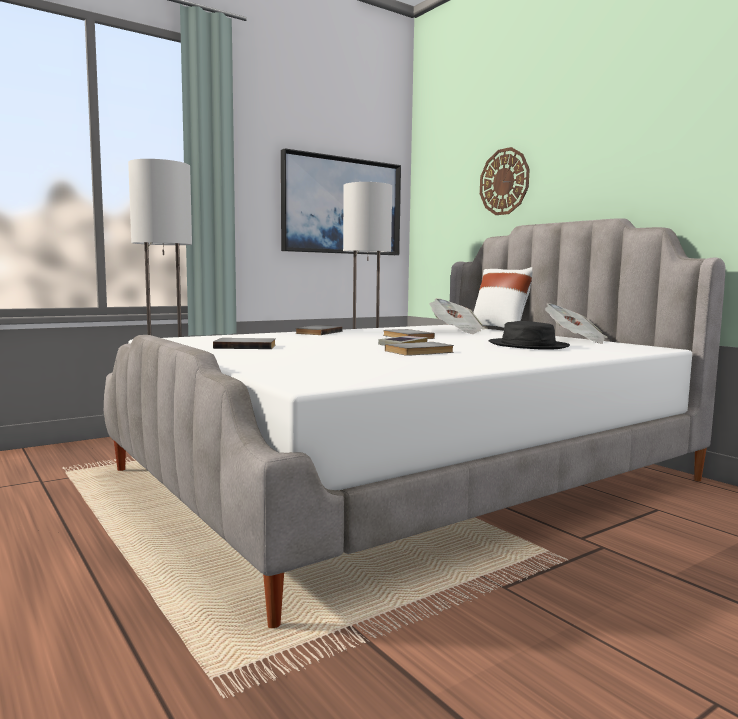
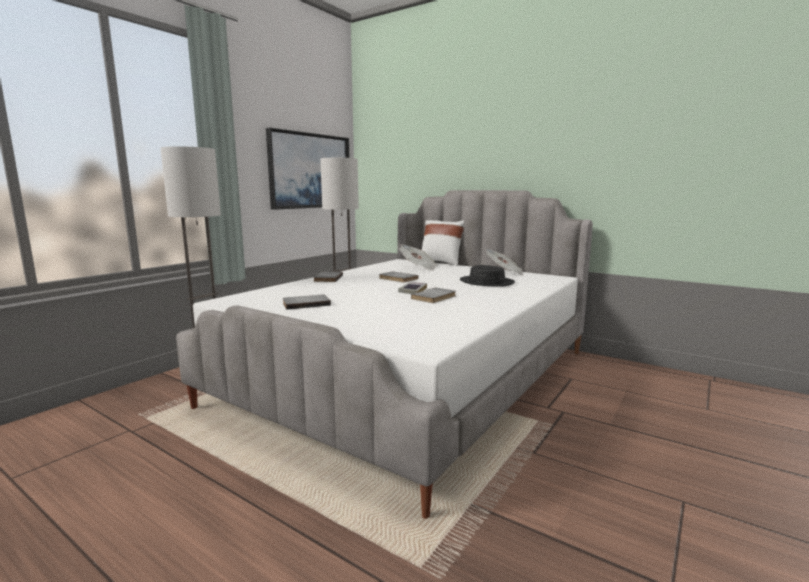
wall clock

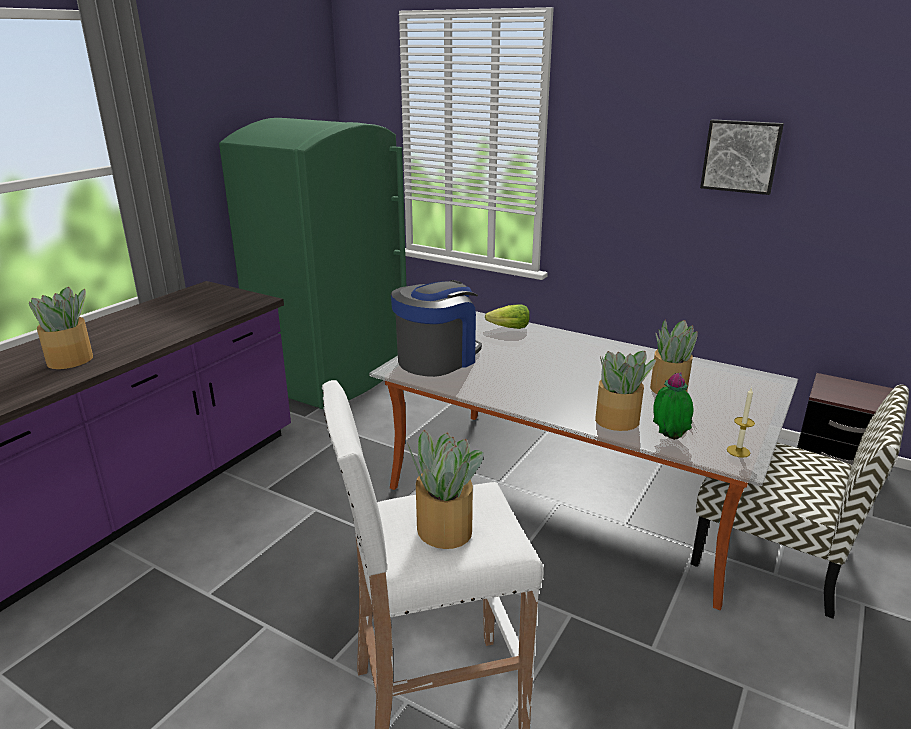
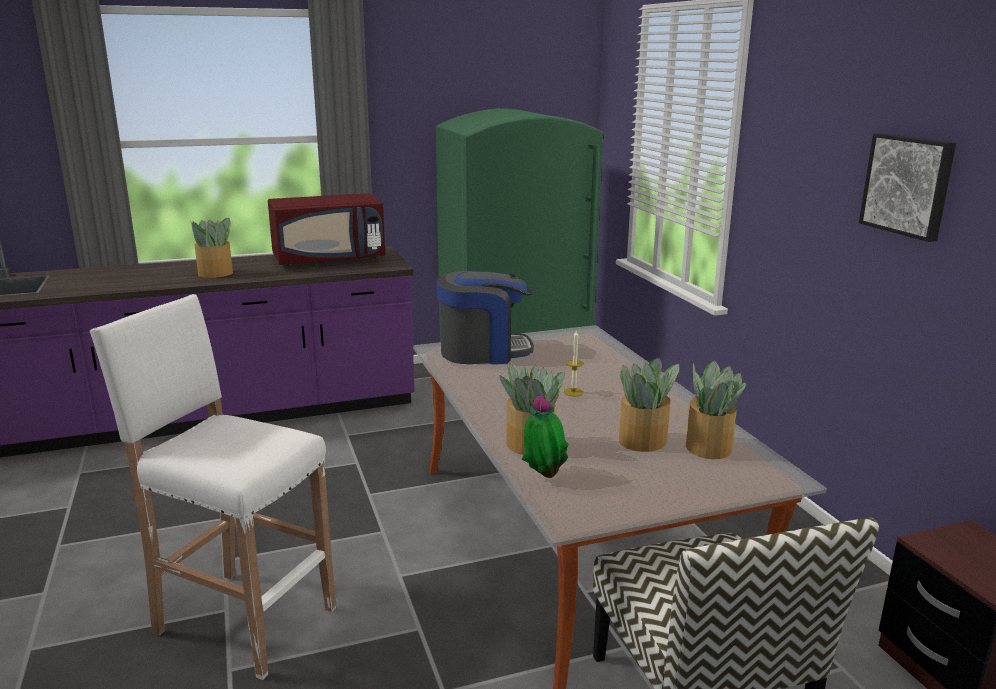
microwave/red; candle; potted plant (no. 5 from left); lettuce

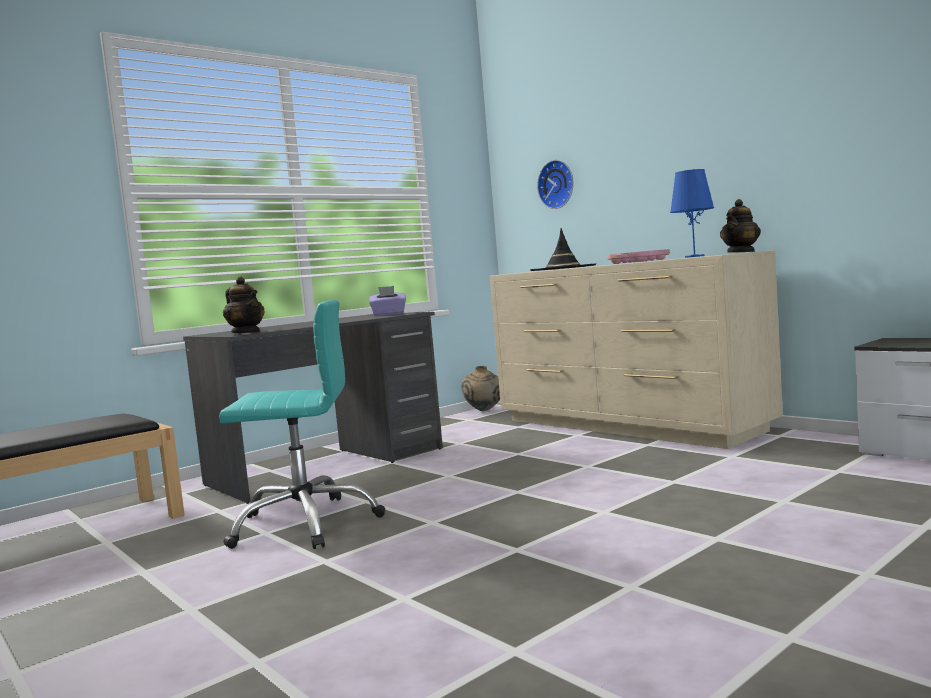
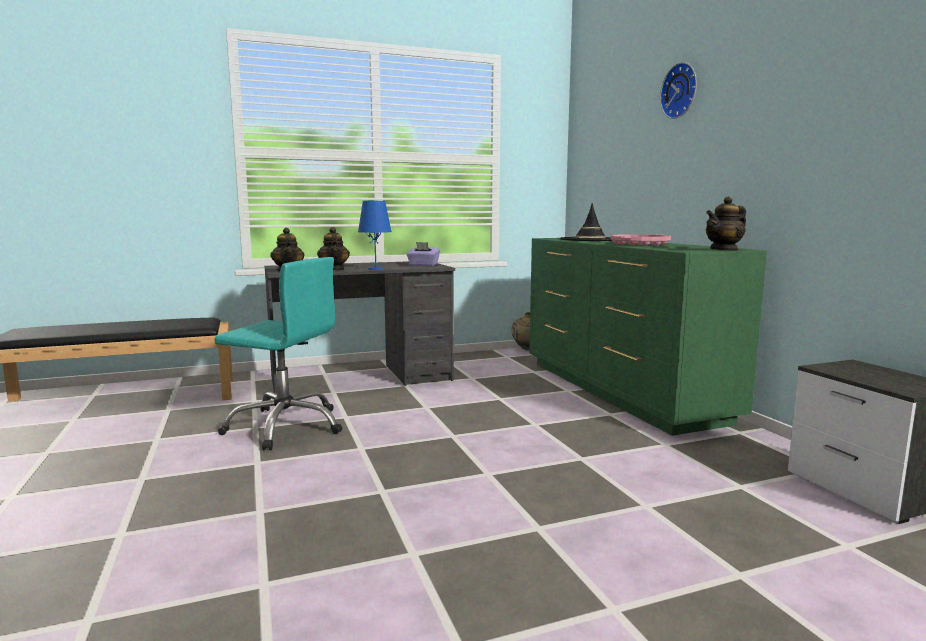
teapot (no. 2 from left); table lamp/blue; dresser/green; wall clock

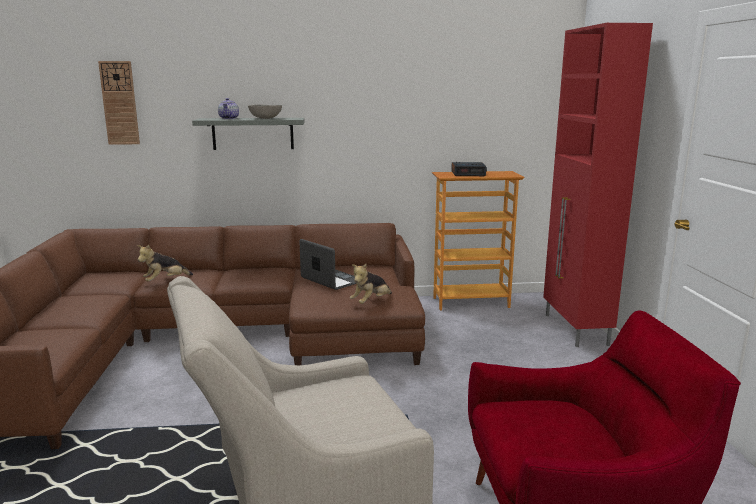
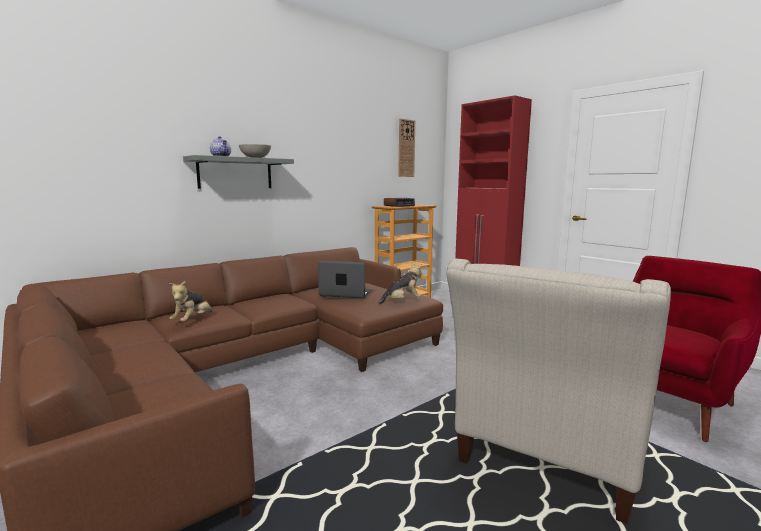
plush toy (no. 2 from left); wall clock

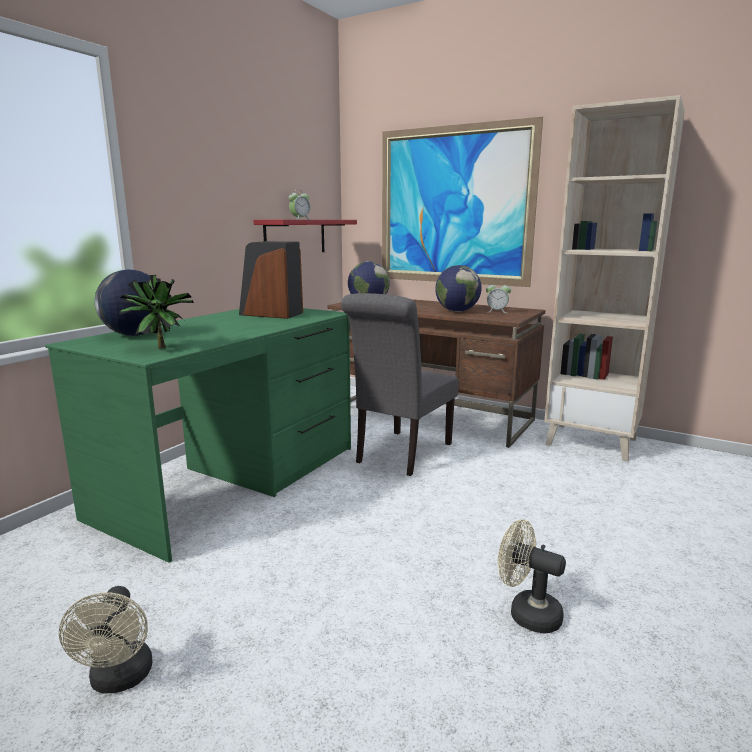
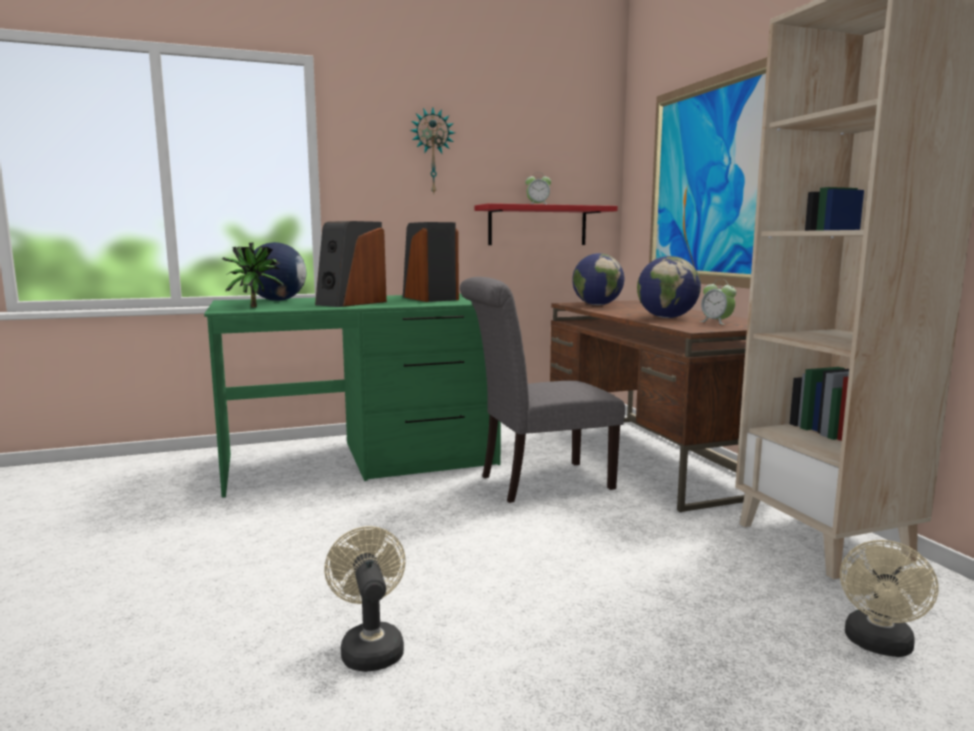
speaker (no. 1 from left); wall clock; fan/beige (no. 2 from left)

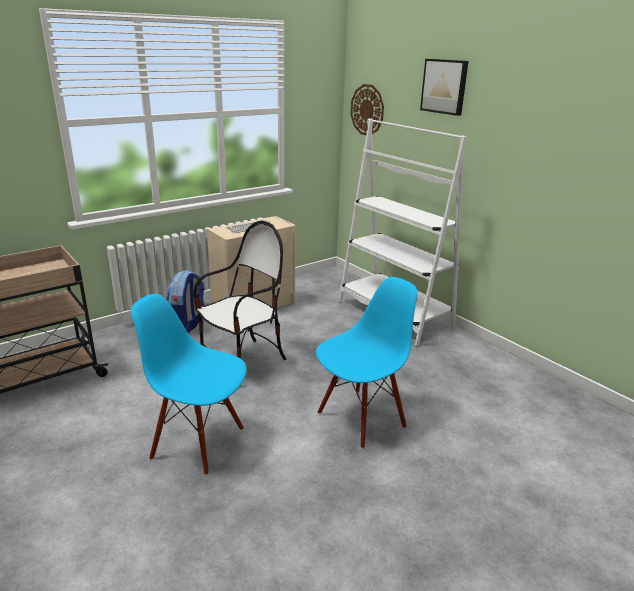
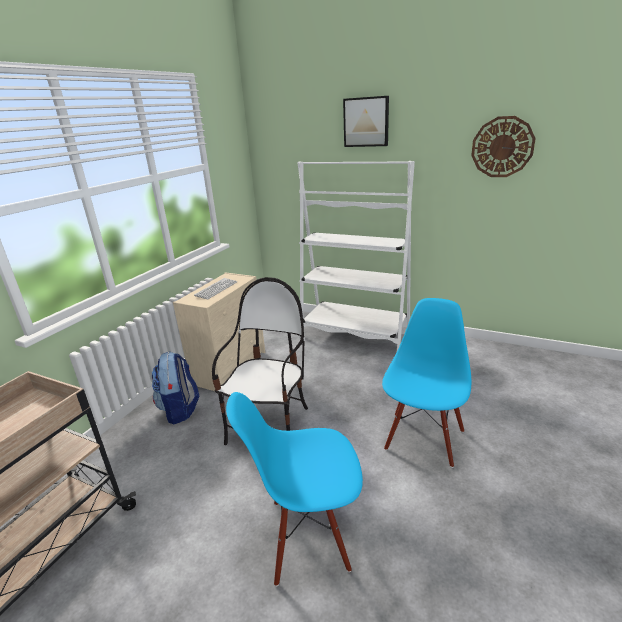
wall clock

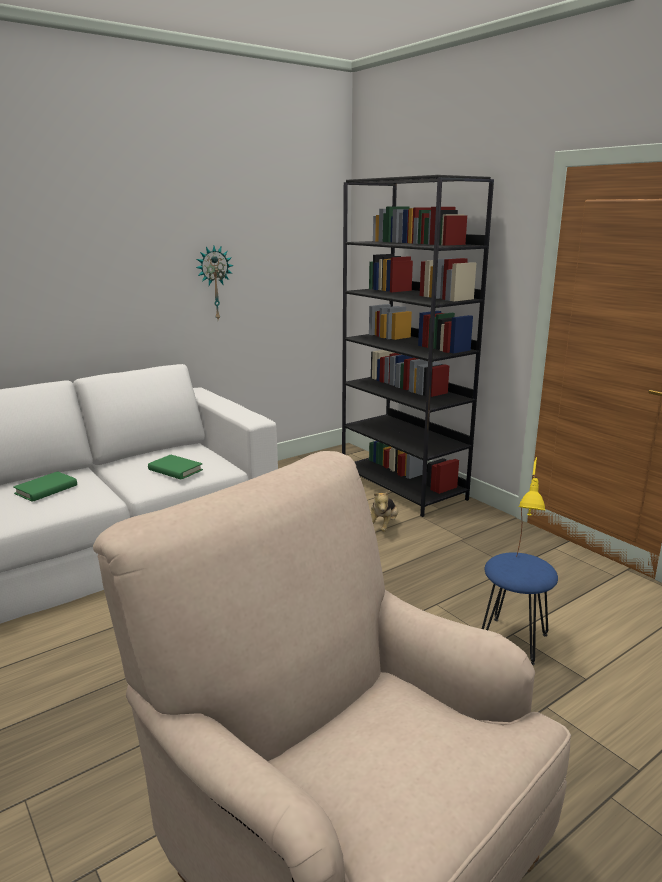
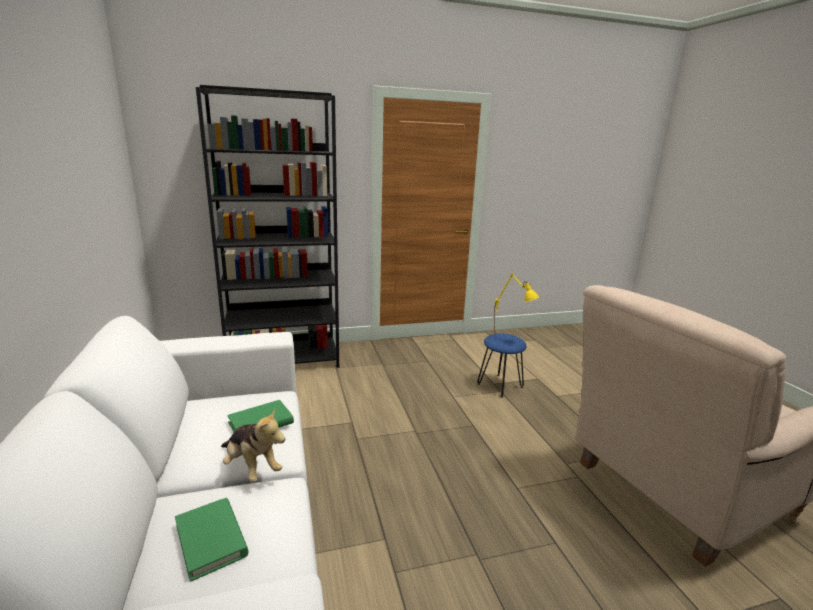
plush toy; wall clock

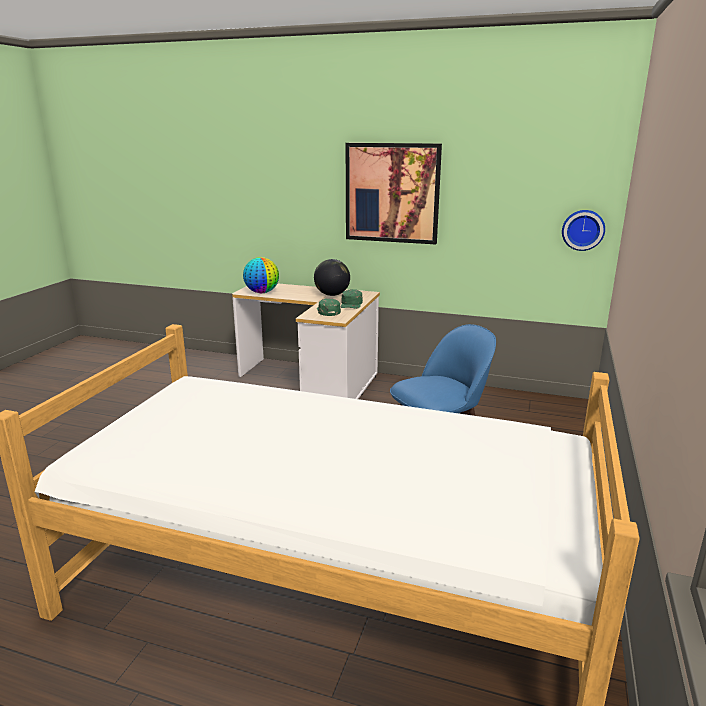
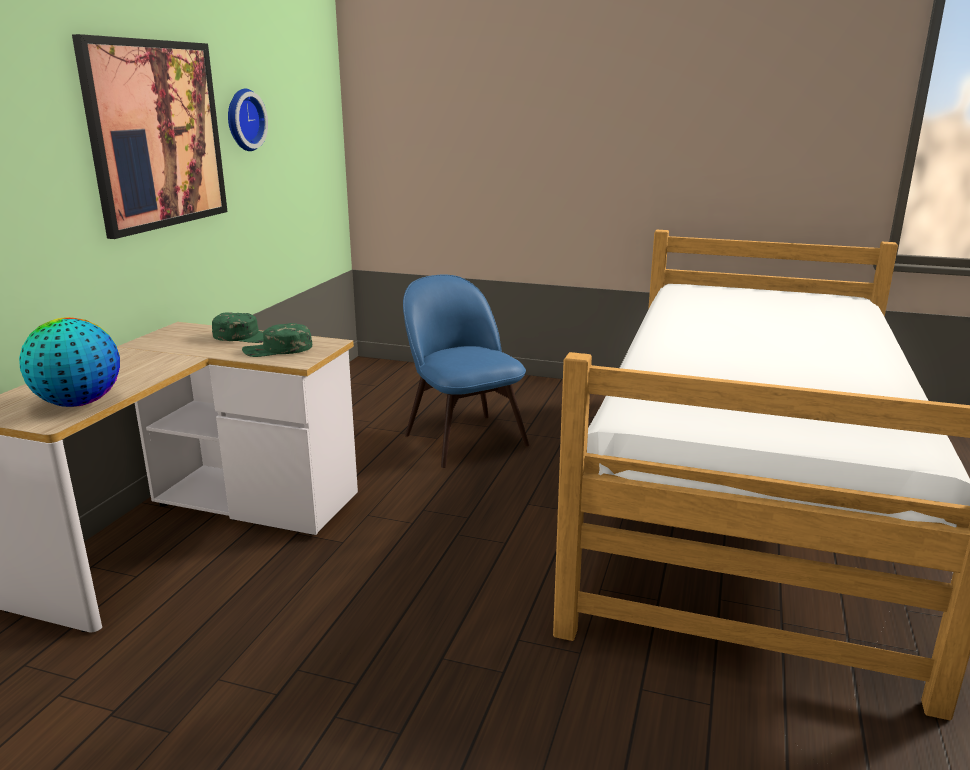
wall clock; globe (no. 2 from left in the first image)

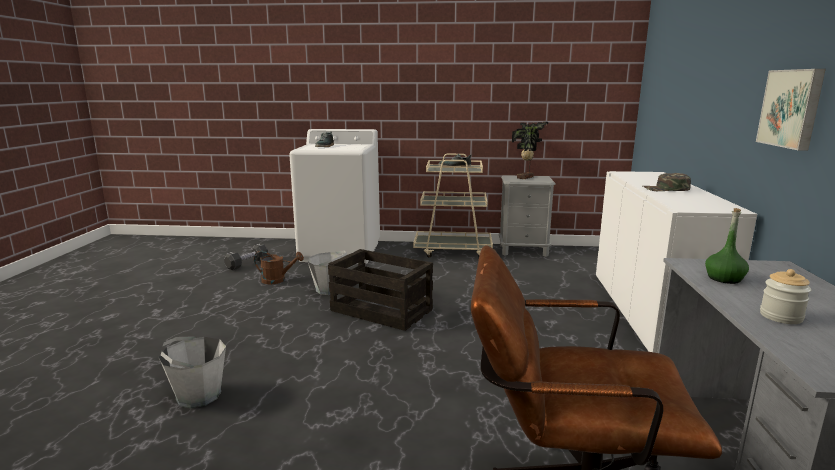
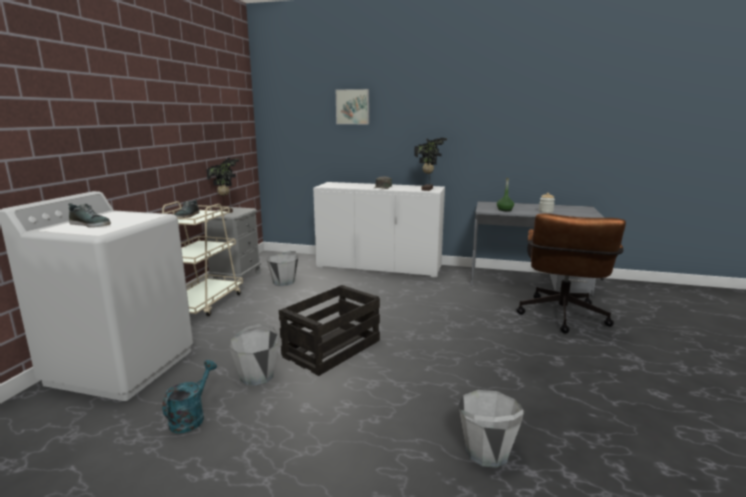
watering can/turquoise; bucket/grey (no. 2 from left); picture; potted plant (no. 2 from left); dumbbell/black

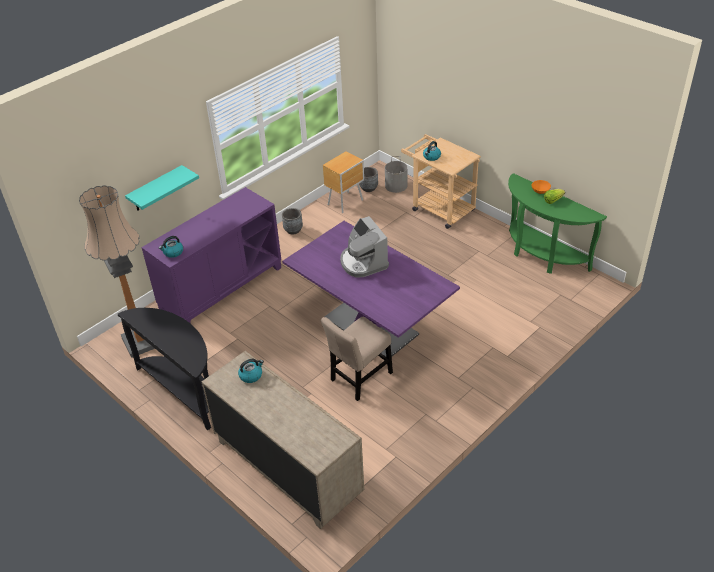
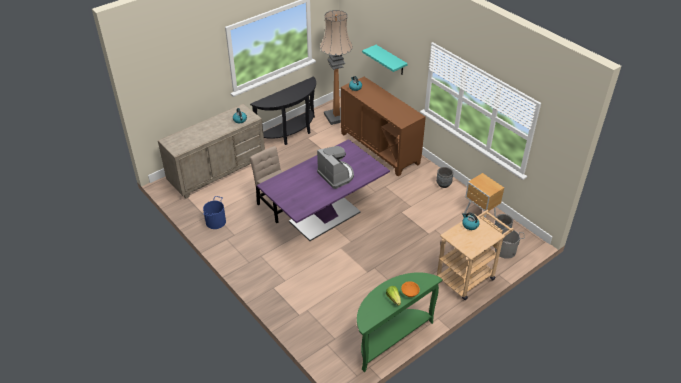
bucket/blue; coffee machine; cabinet/brown

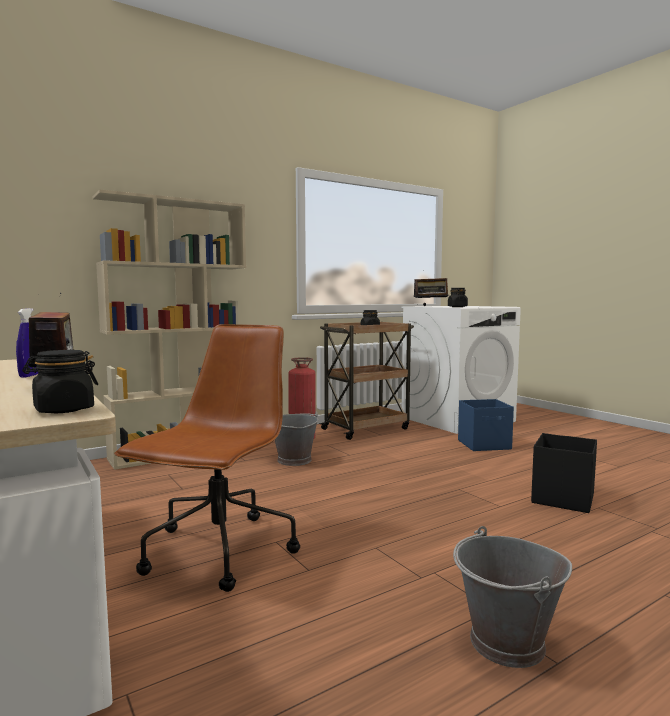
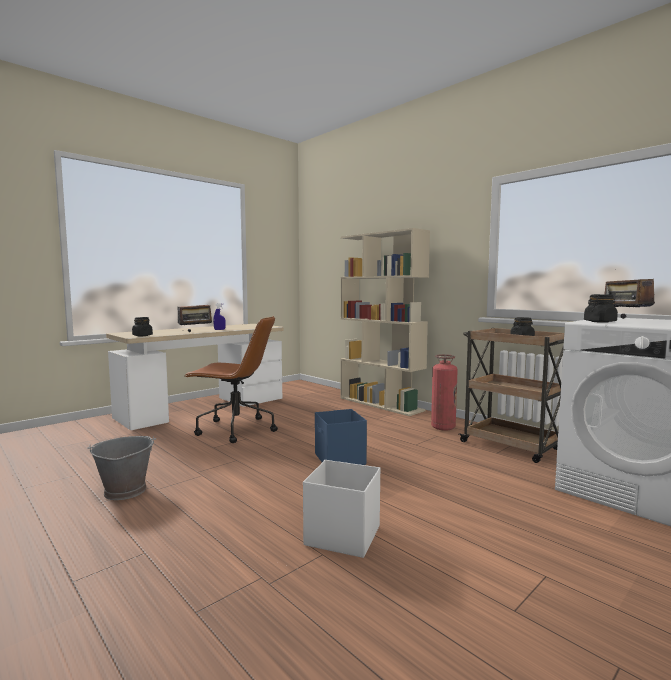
storage box/white; storage box/blue; bucket/grey (no. 1 from left in the first image)

